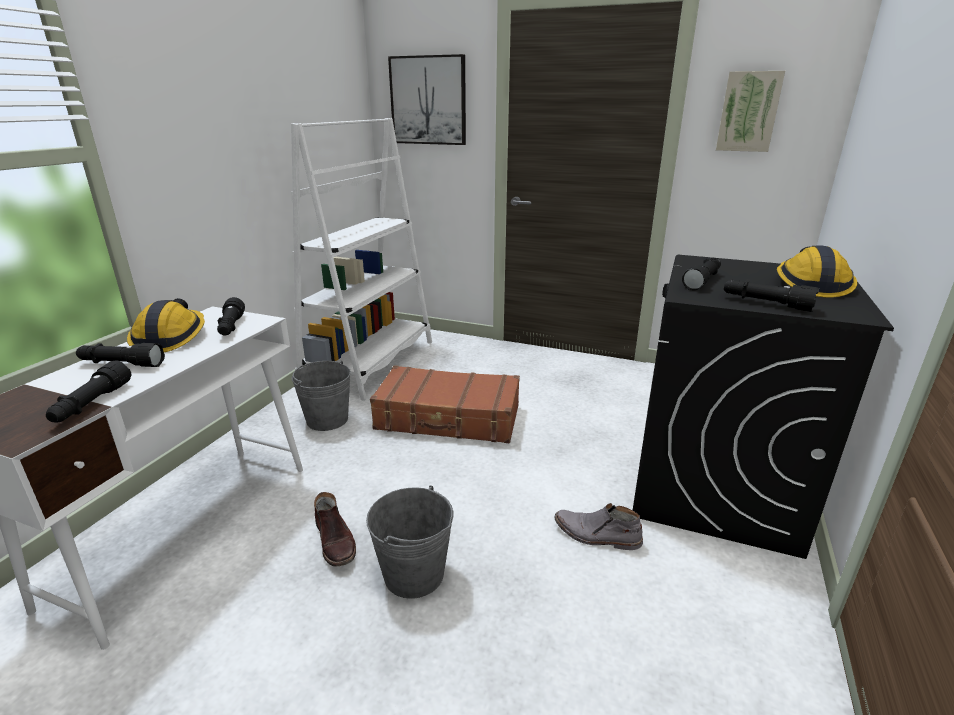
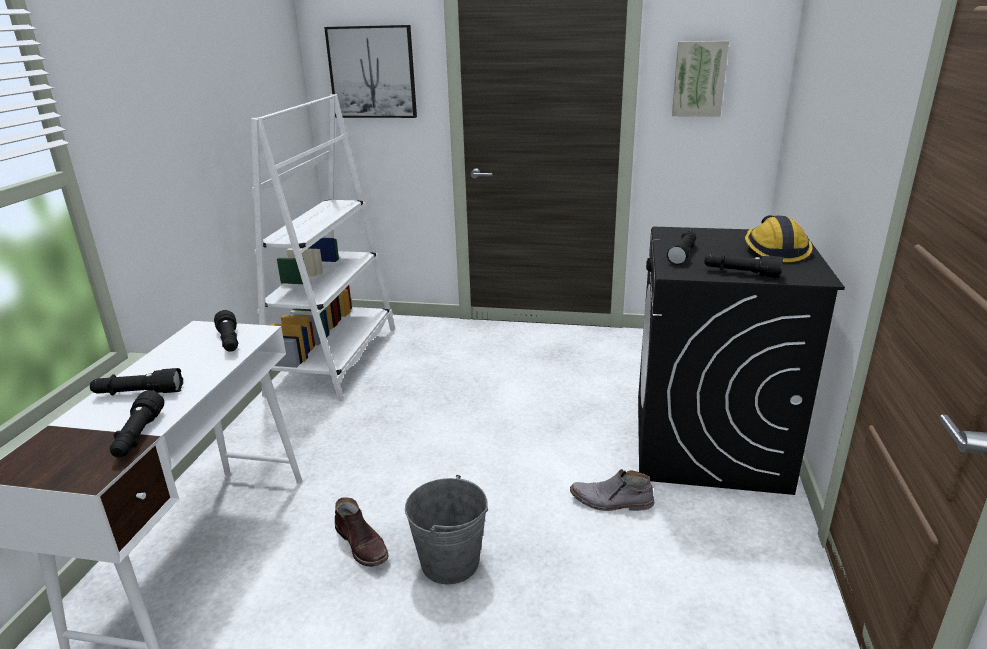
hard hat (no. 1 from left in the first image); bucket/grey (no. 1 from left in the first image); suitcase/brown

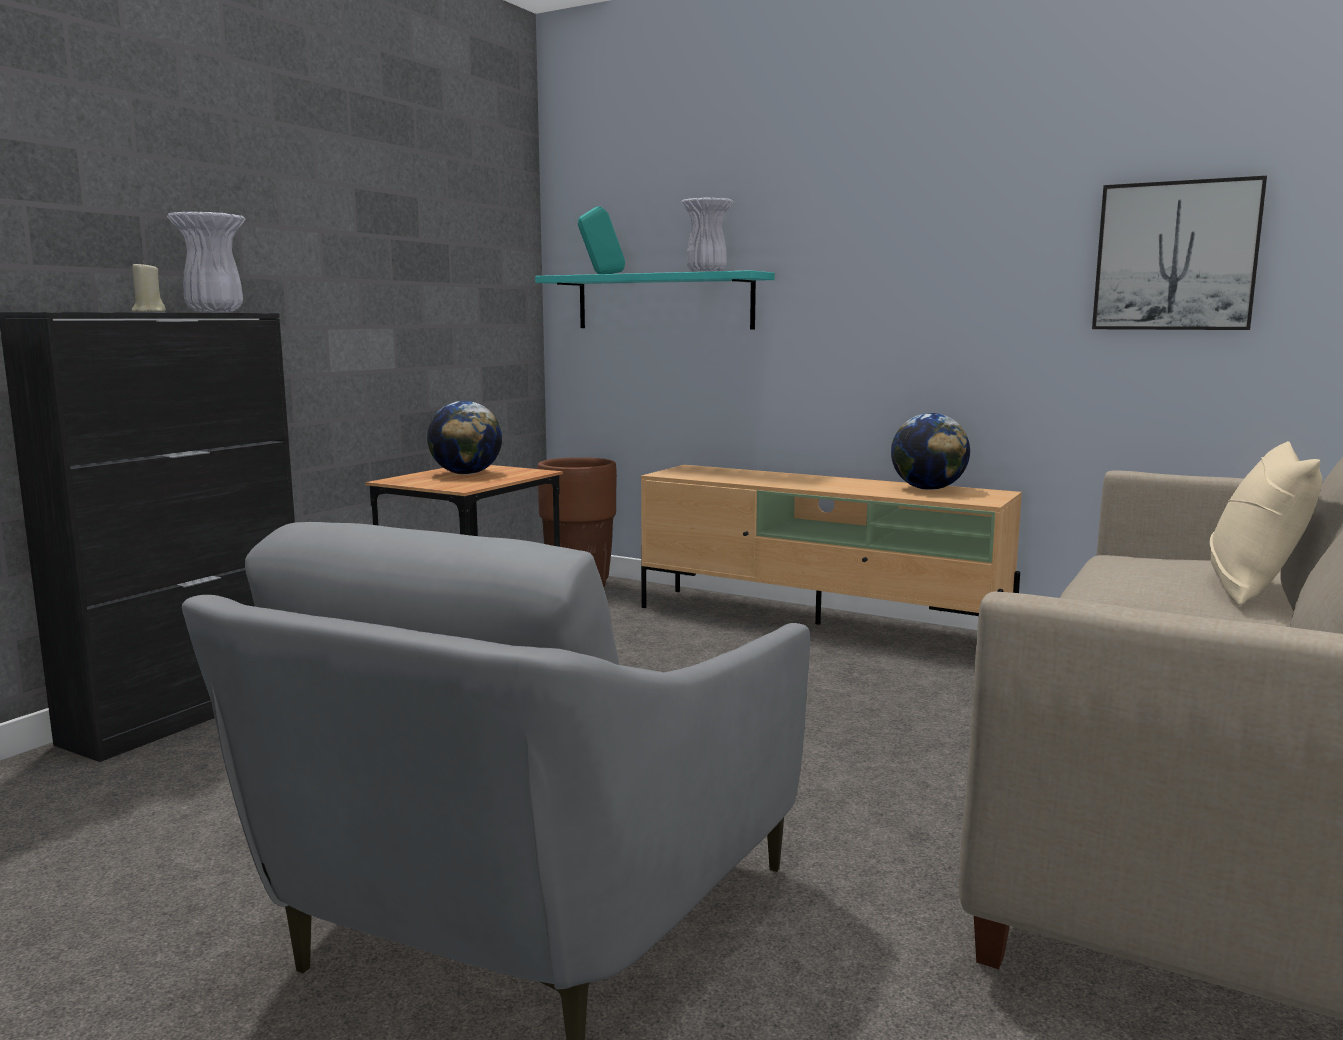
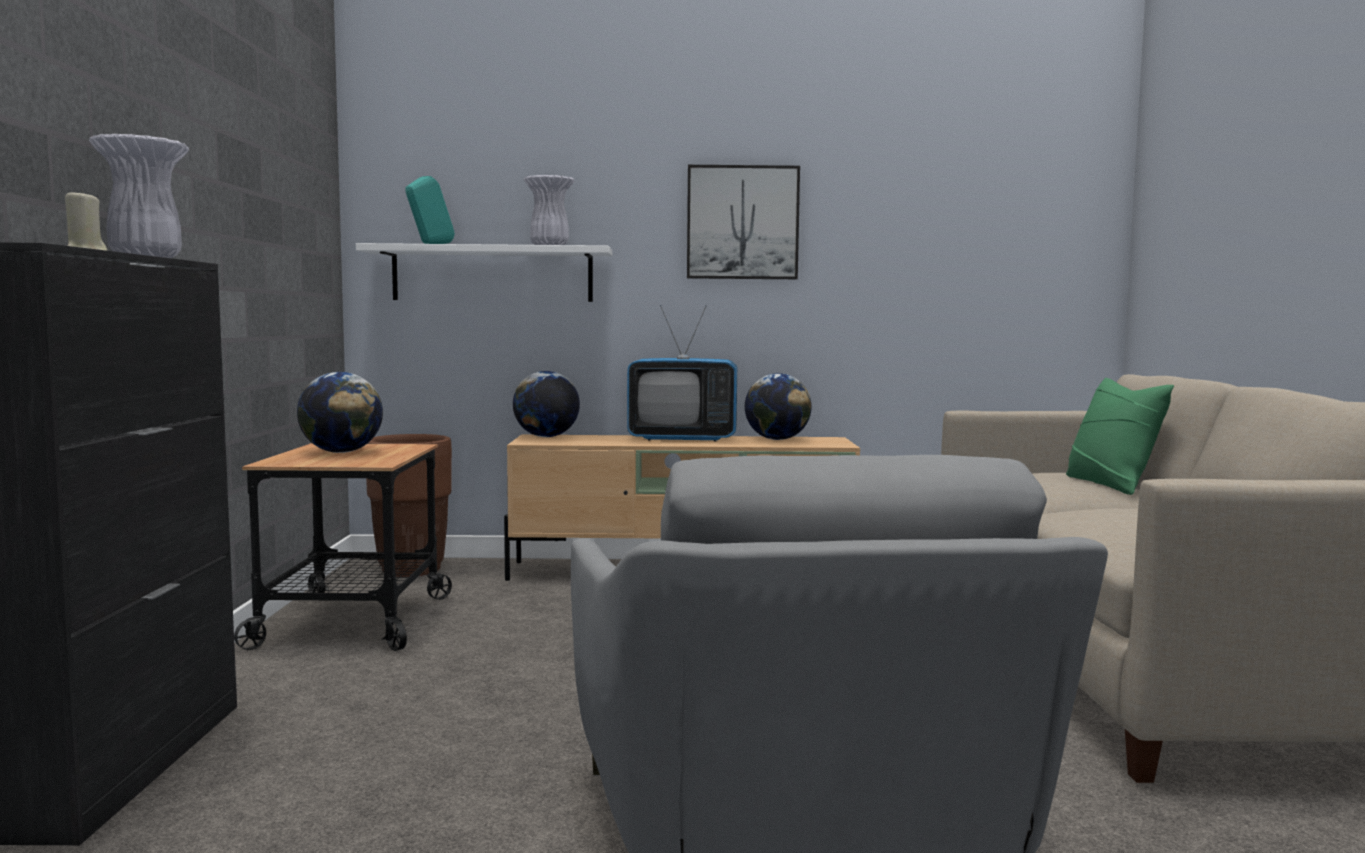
shelf/white; globe (no. 2 from left); television; picture; pillow/green

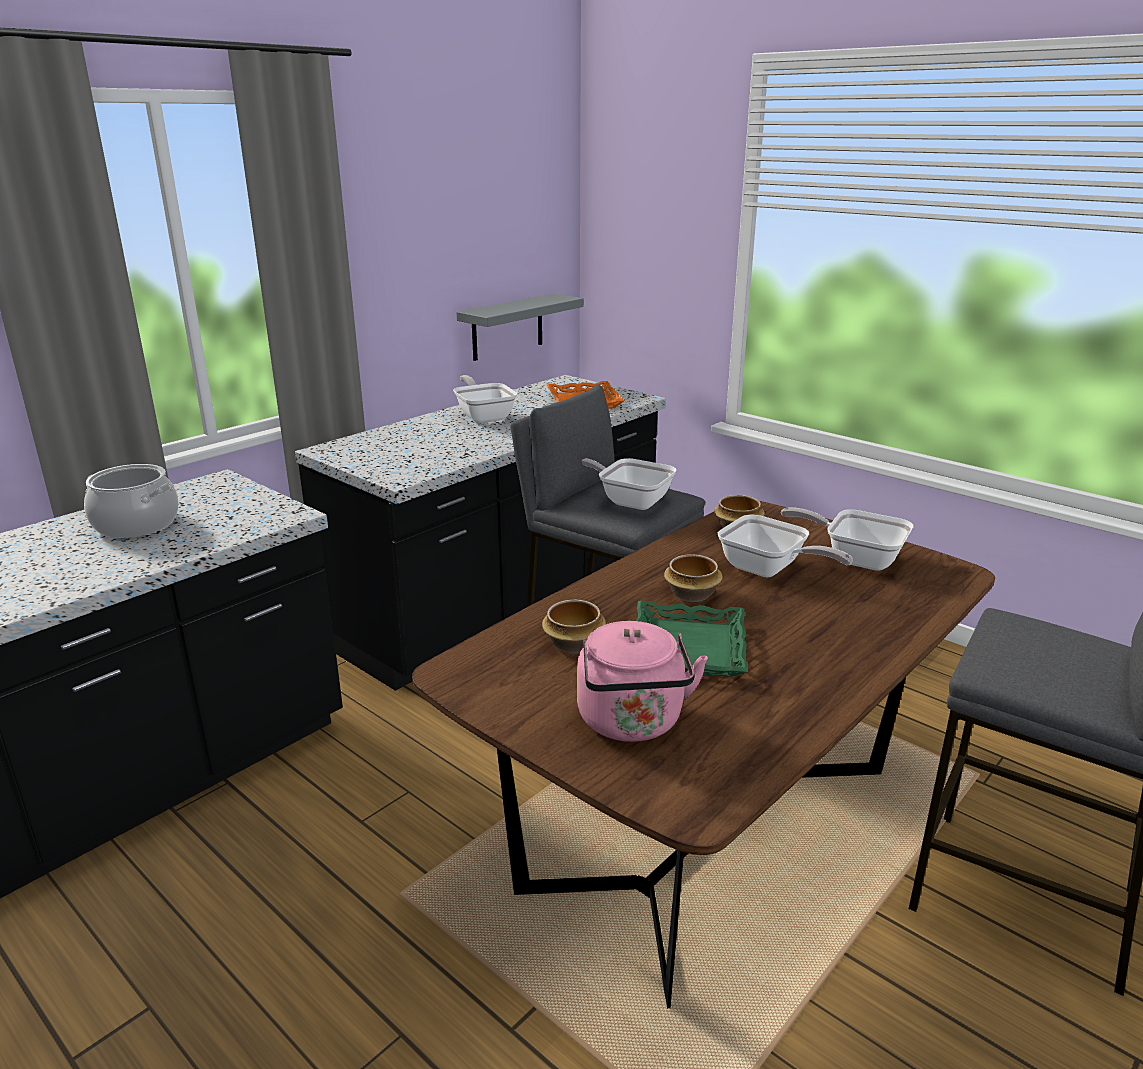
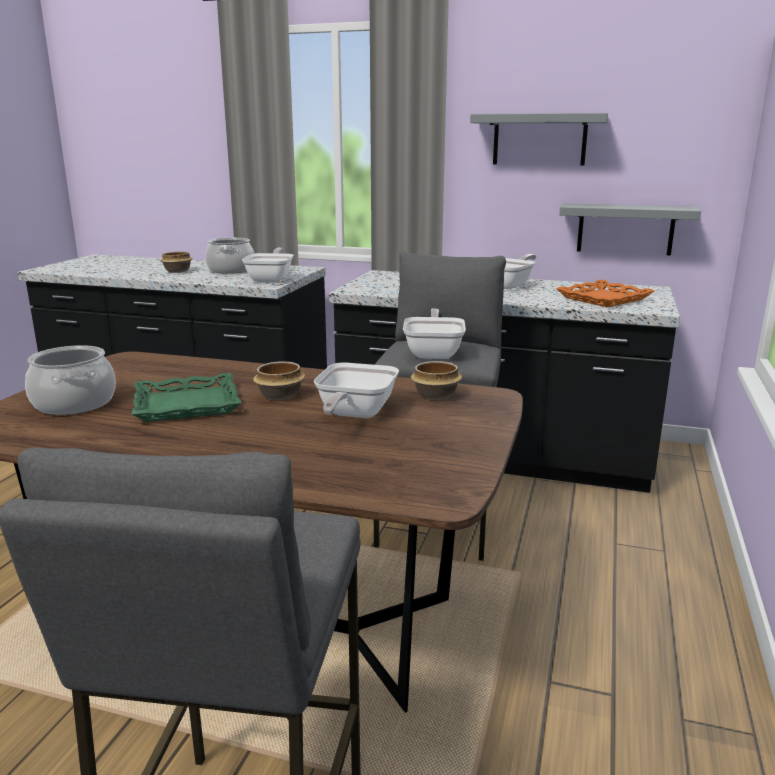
cooking pot (no. 1 from left); bowl (no. 1 from left); frying pan (no. 1 from left); shelf/grey (no. 1 from left)

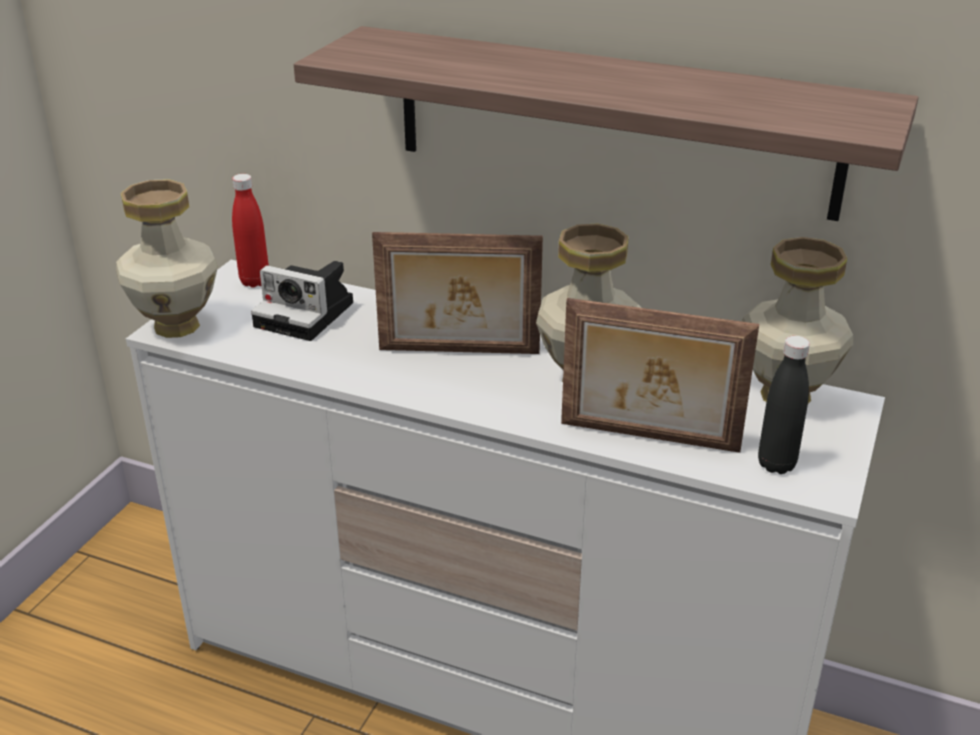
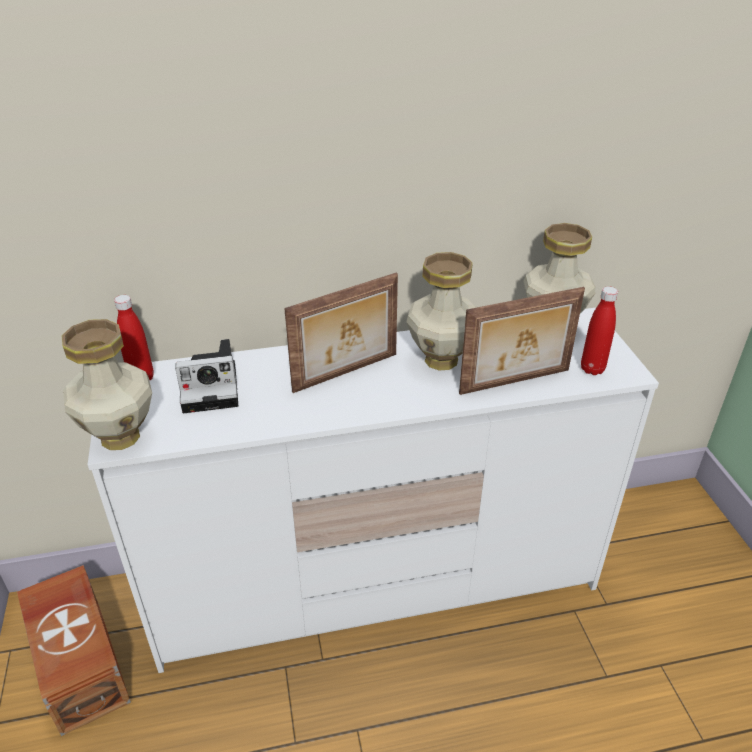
storage box/brown; bottle/red (no. 2 from left); shelf

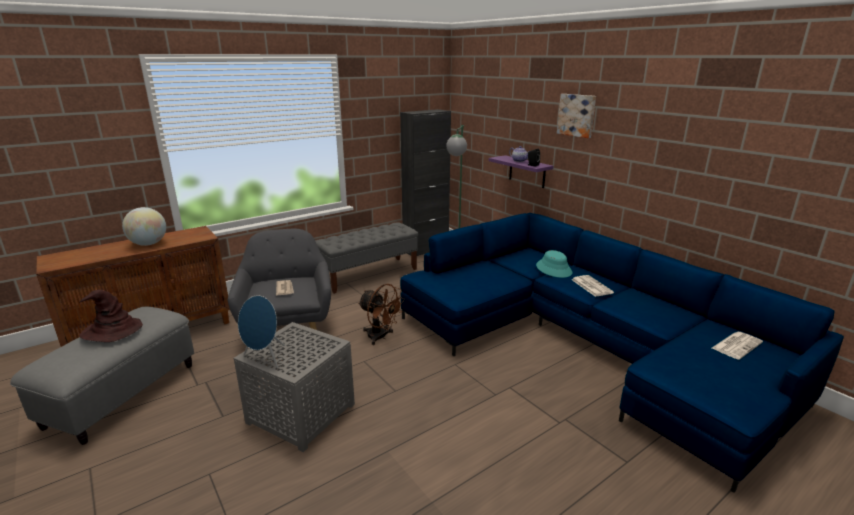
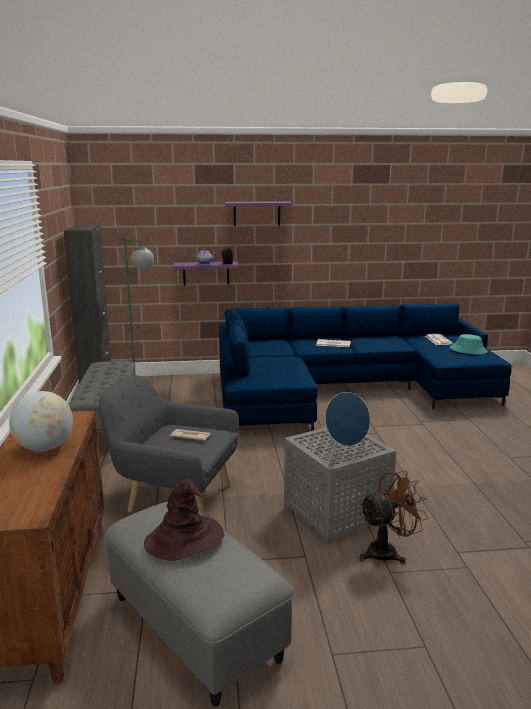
shelf/purple (no. 2 from left); fan/brown; hat/turquoise

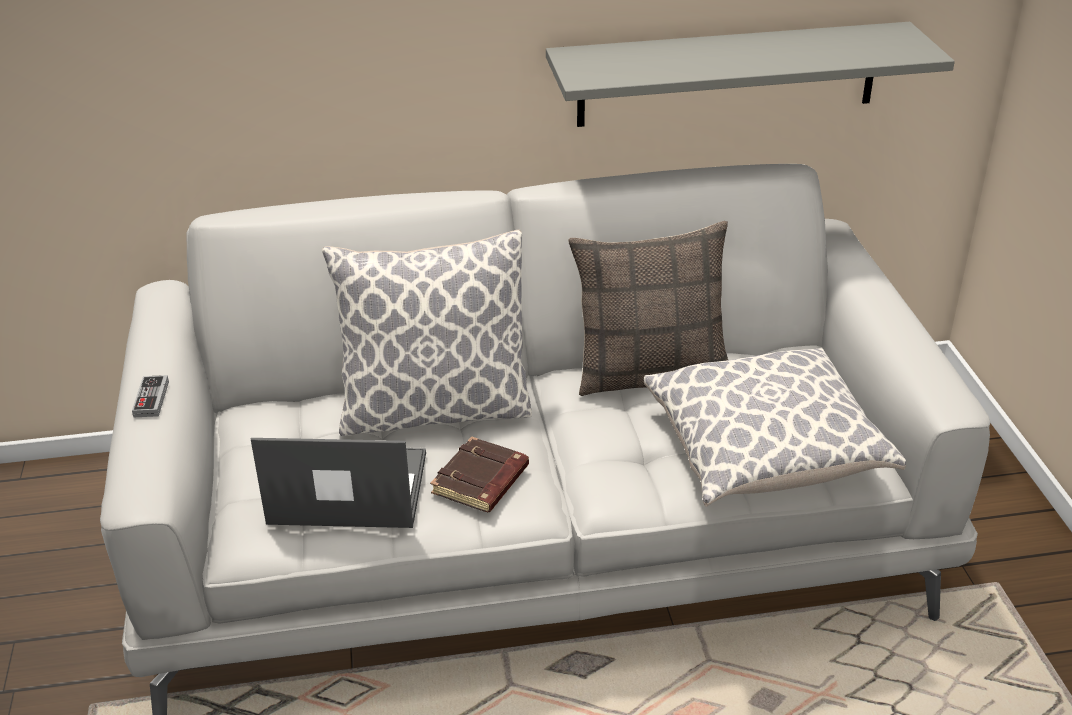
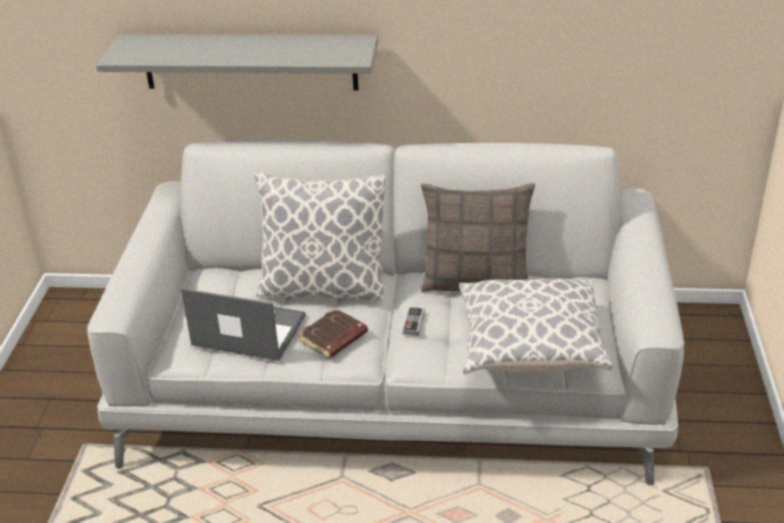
shelf/grey; game controller

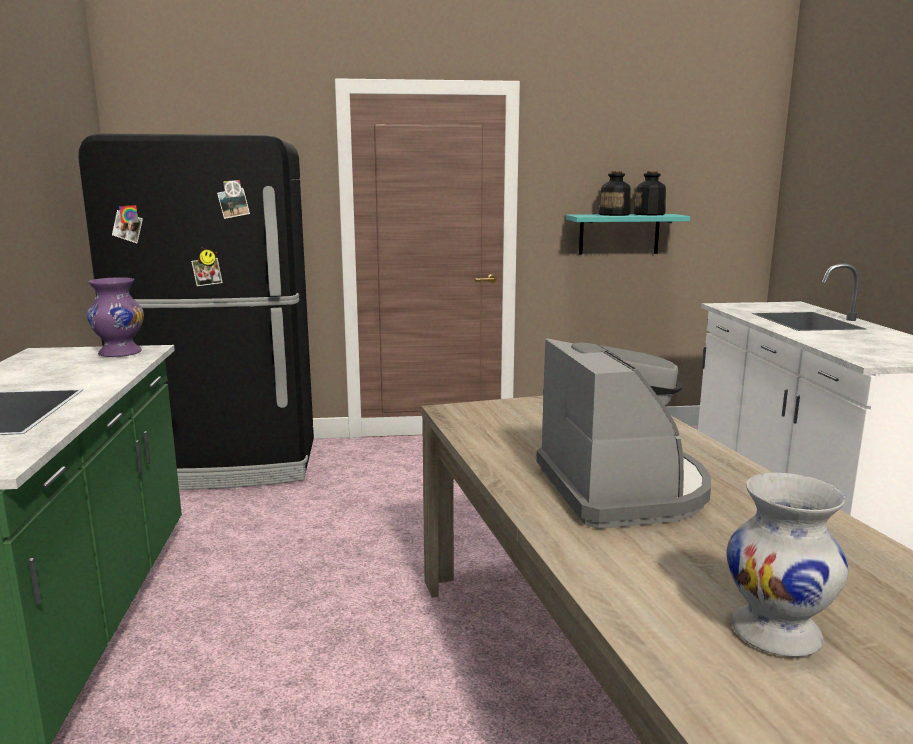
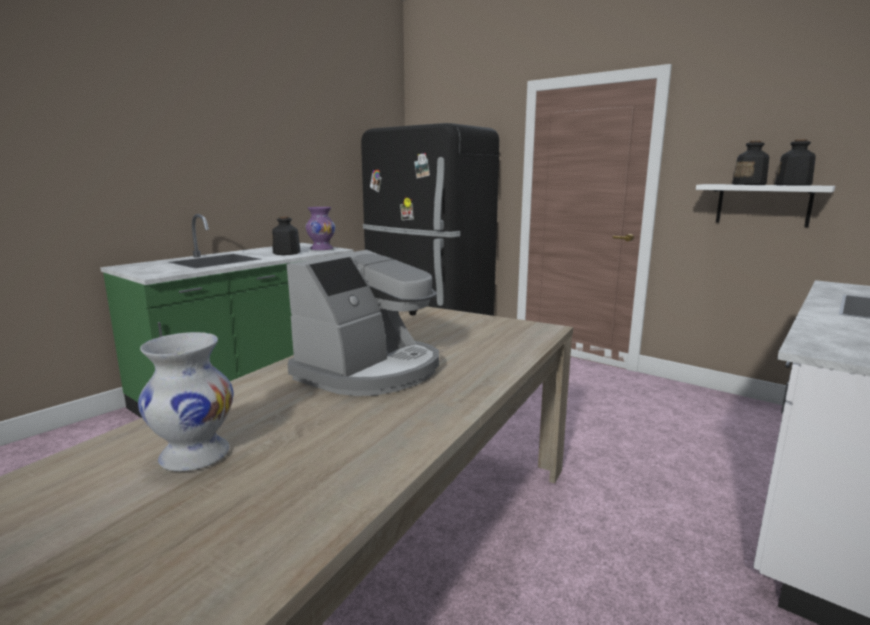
bottle (no. 1 from left); shelf/white

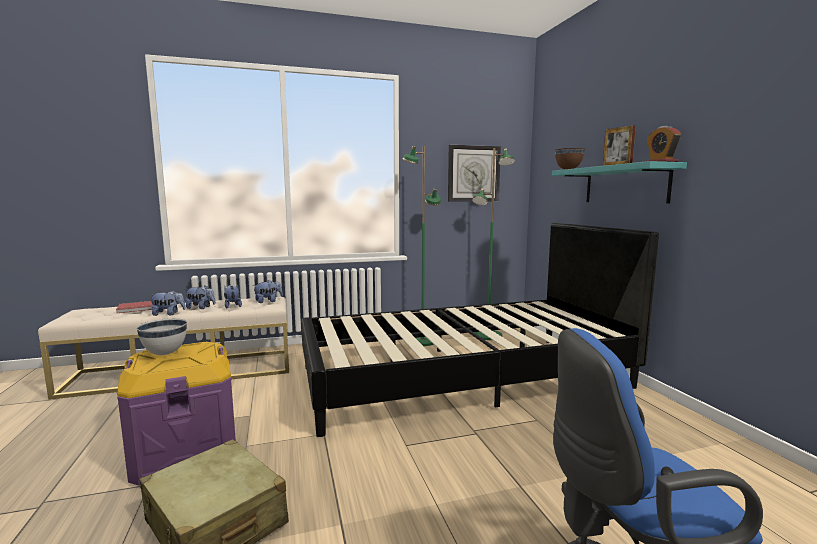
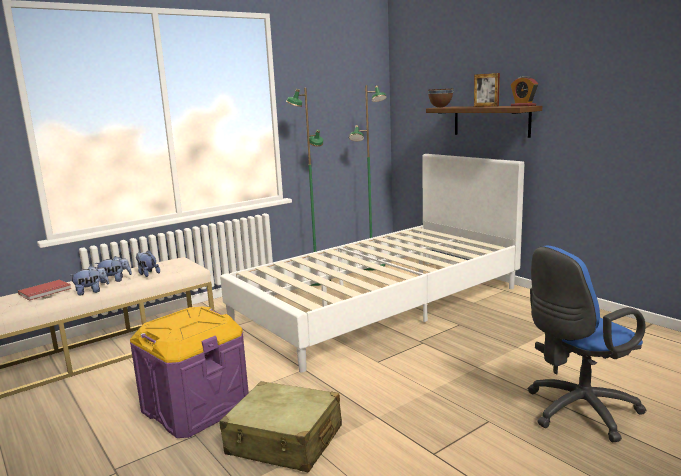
bed/white; shelf/brown; bowl/white; plush toy (no. 4 from left in the first image); wall clock

